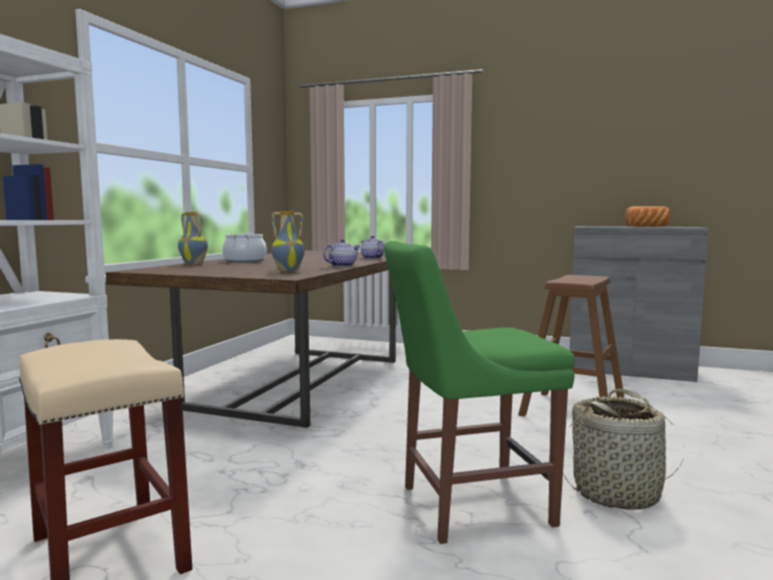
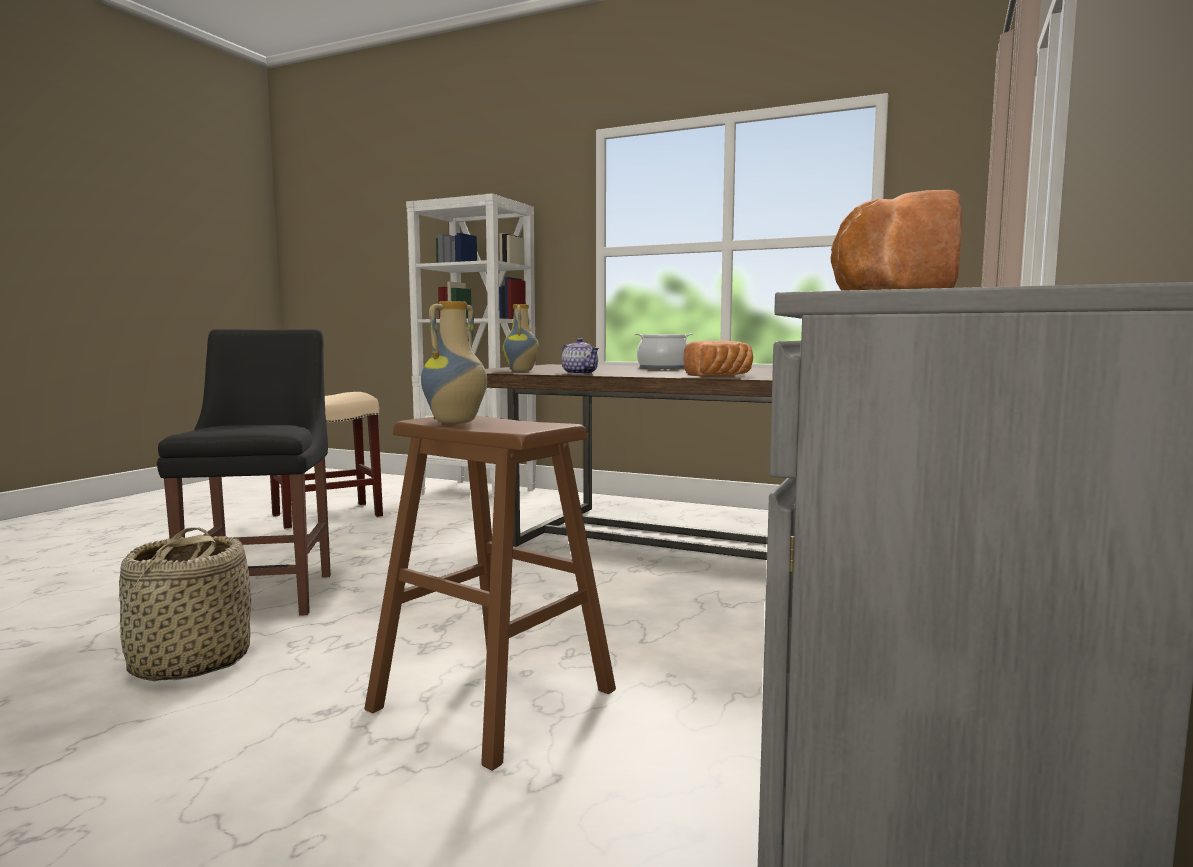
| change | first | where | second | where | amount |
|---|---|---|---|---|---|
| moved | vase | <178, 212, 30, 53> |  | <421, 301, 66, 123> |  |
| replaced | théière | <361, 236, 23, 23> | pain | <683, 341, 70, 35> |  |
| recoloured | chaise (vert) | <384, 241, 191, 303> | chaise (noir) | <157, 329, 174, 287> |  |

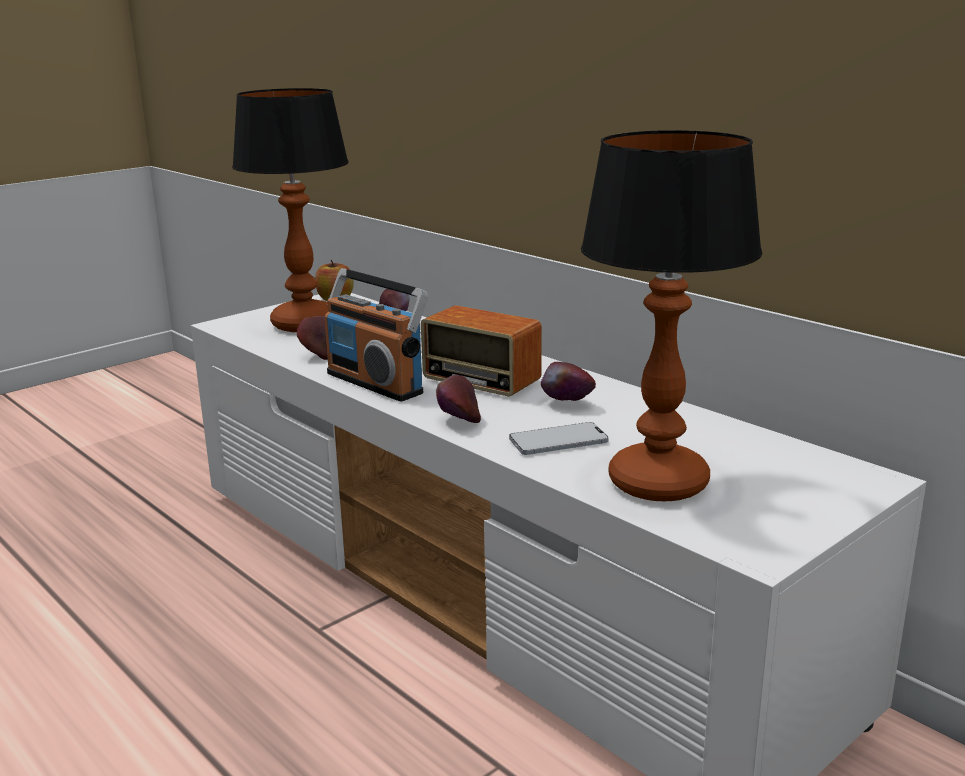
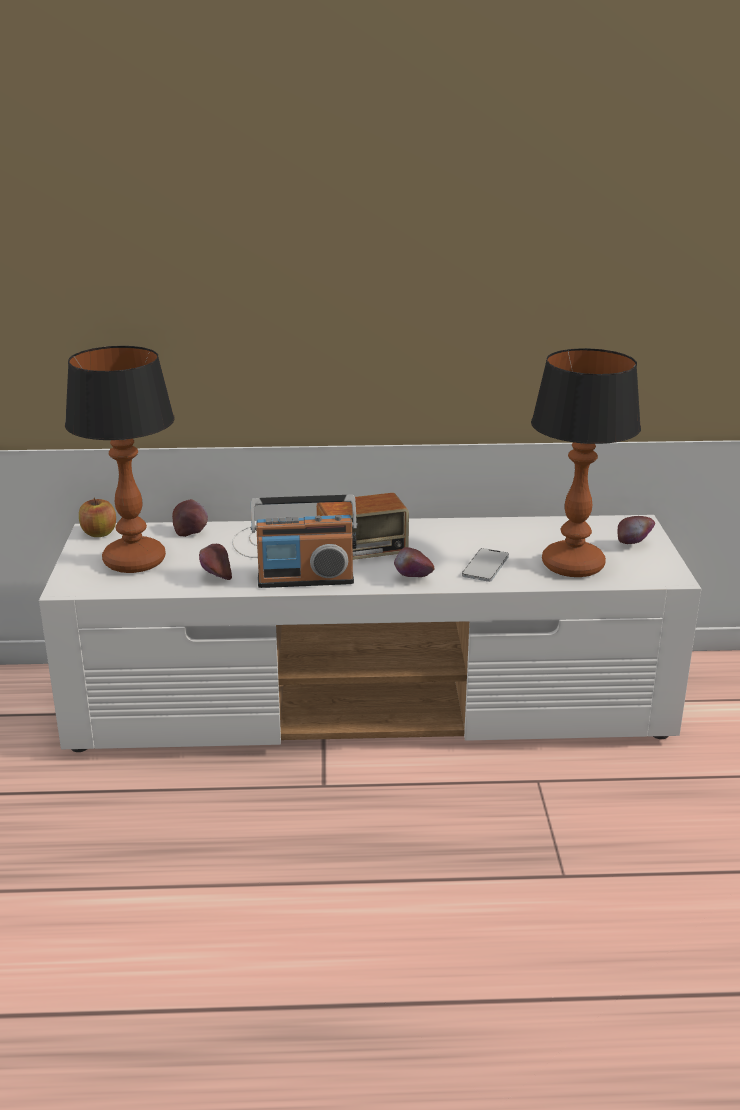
| change | first | where | second | where | amount |
|---|---|---|---|---|---|
| moved | pomme | <541, 362, 55, 39> |  | <618, 516, 37, 28> |  |

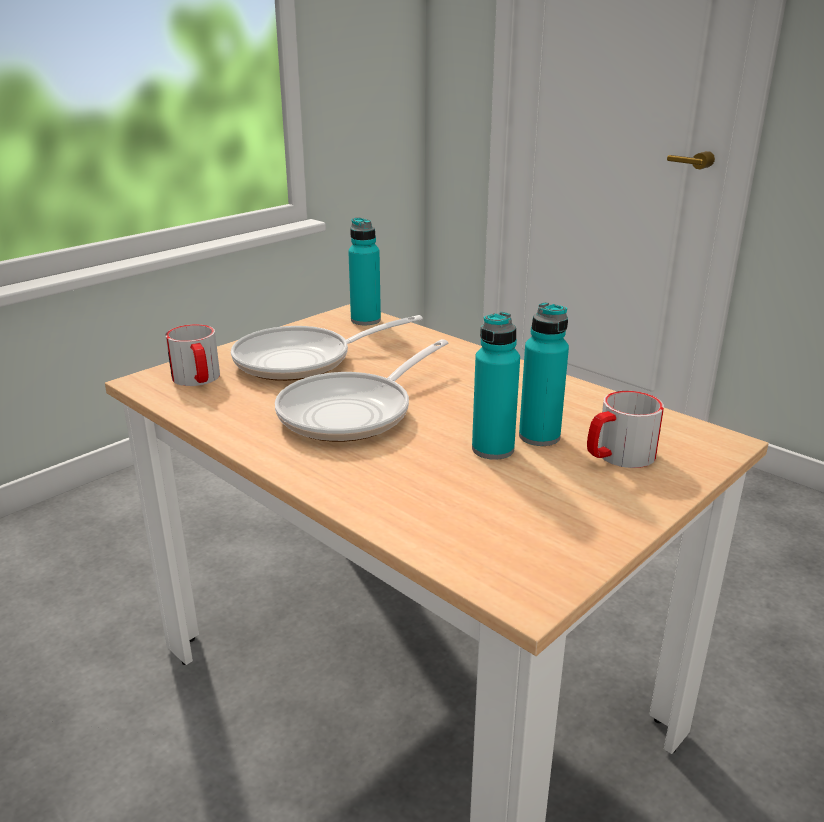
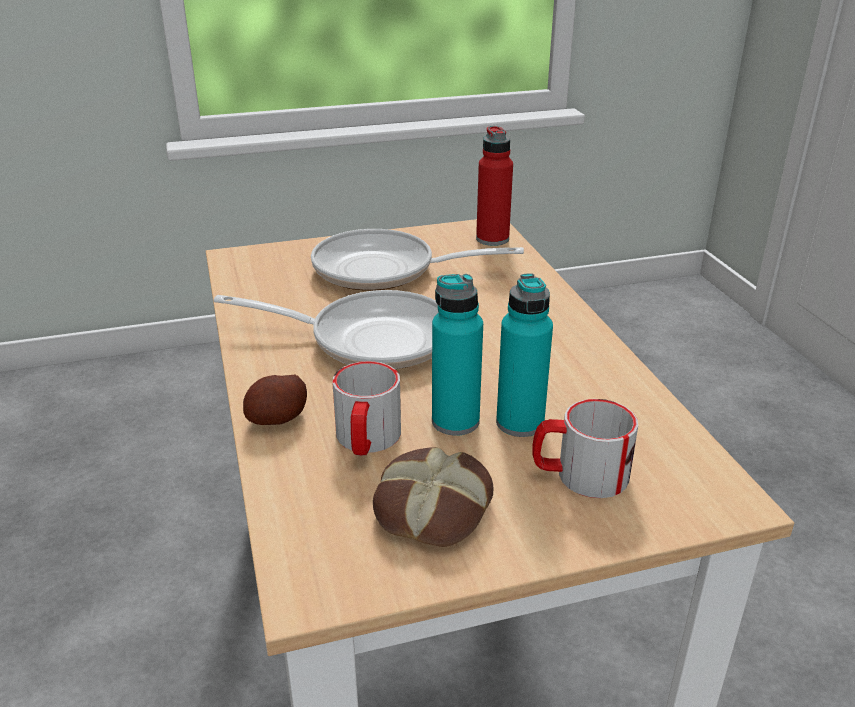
| change | first | where | second | where | amount |
|---|---|---|---|---|---|
| moved | mug | <166, 324, 54, 62> |  | <333, 361, 68, 95> |  |
| turned | poêle | <275, 339, 173, 103> |  | <214, 290, 225, 79> | 150 degrees counterclockwise |
| recoloured | bouteille (turquoise) | <348, 217, 33, 108> | bouteille (rouge) | <476, 126, 37, 120> |  |
| added |  |  | pomme de terre | <243, 375, 64, 50> |  |
| added |  |  | pain | <373, 447, 120, 100> |  |

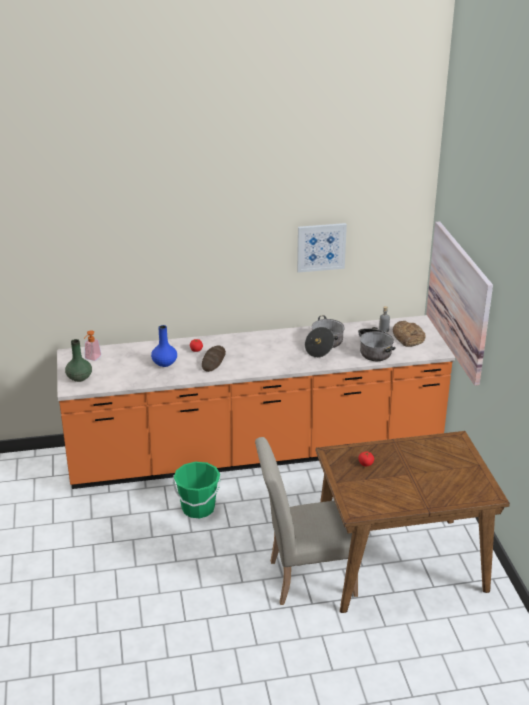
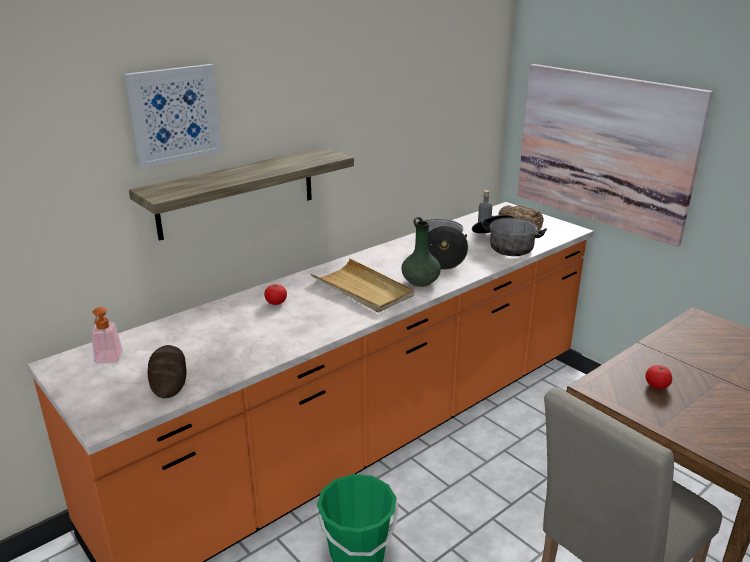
| change | first | where | second | where | amount |
|---|---|---|---|---|---|
| moved | vase (vert) | <65, 339, 27, 43> |  | <401, 221, 40, 66> |  |
| removed | vase (bleu) | <151, 325, 26, 42> |  |  |  |
| moved | pain | <202, 346, 24, 26> |  | <148, 345, 39, 53> |  |
| moved | tableau | <297, 223, 50, 50> |  | <124, 64, 98, 104> |  |
| added |  |  | étagère | <129, 147, 225, 94> |  |
| added |  |  | plateau (beige) | <311, 258, 103, 55> |  |

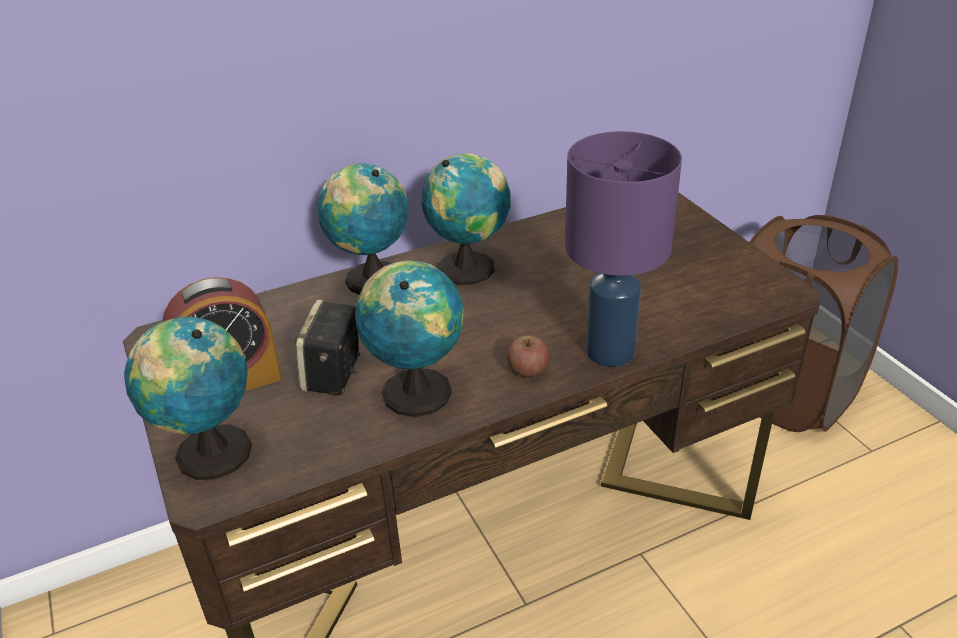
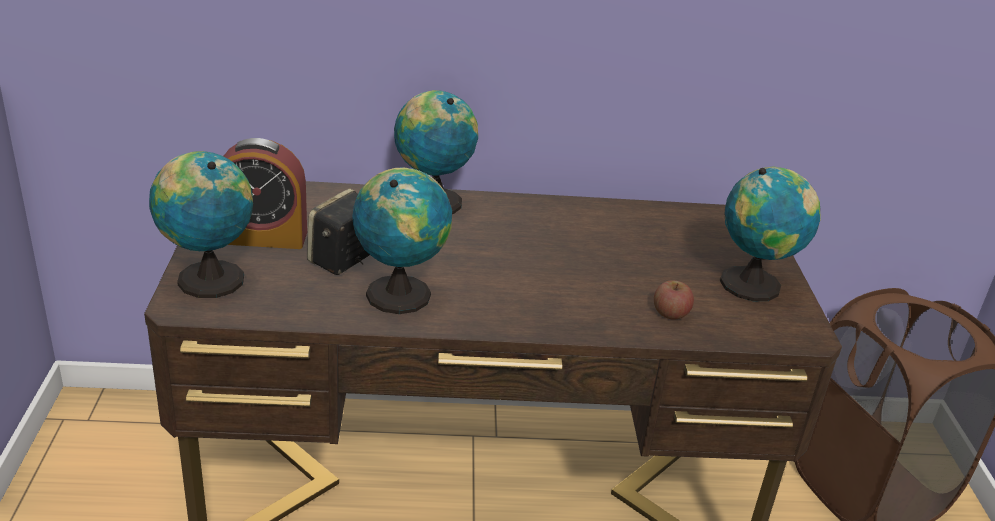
| change | first | where | second | where | amount |
|---|---|---|---|---|---|
| moved | globe | <421, 153, 89, 132> |  | <720, 166, 101, 135> |  |
| moved | pomme | <507, 335, 42, 42> |  | <654, 281, 40, 39> |  |
| removed | lampe de table (violet) | <565, 131, 117, 236> |  |  |  |

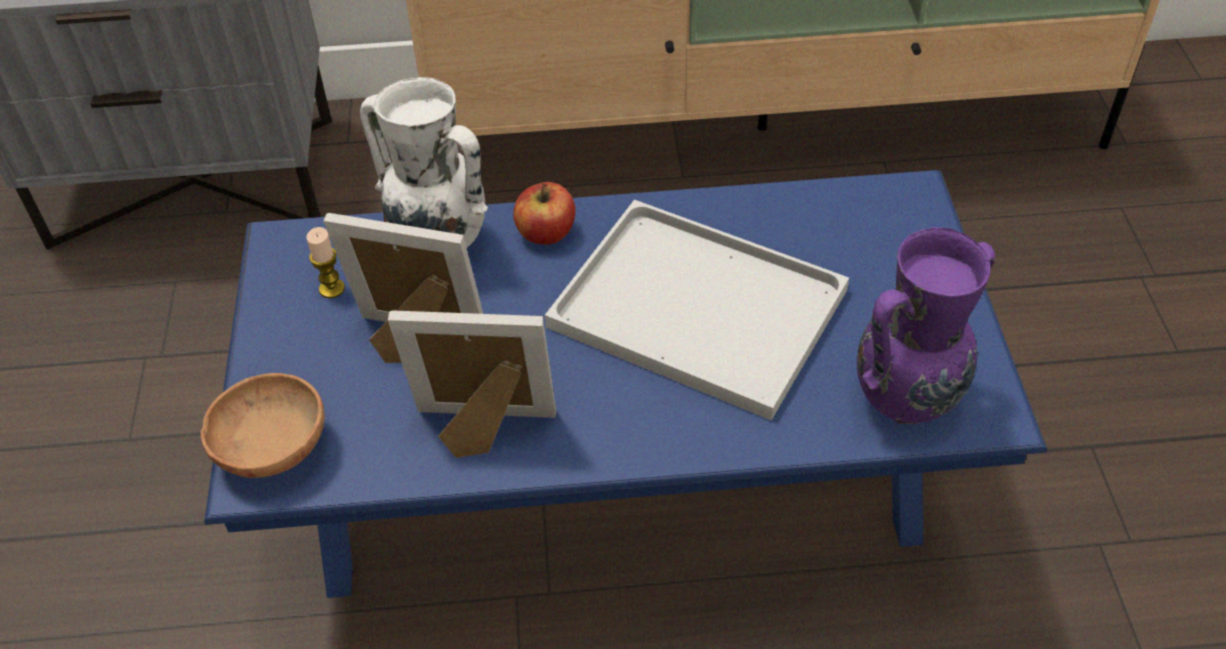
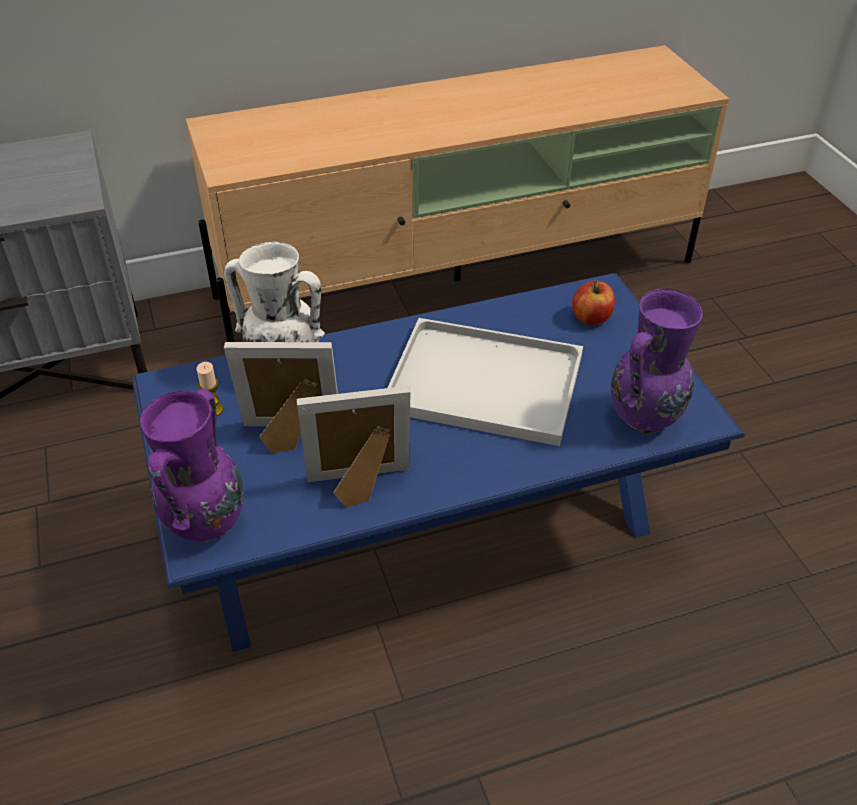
| change | first | where | second | where | amount |
|---|---|---|---|---|---|
| replaced | bol (marron) | <201, 373, 123, 105> | vase (violet) | <140, 389, 104, 153> |  |
| moved | pomme | <513, 182, 63, 63> |  | <572, 281, 43, 44> |  |

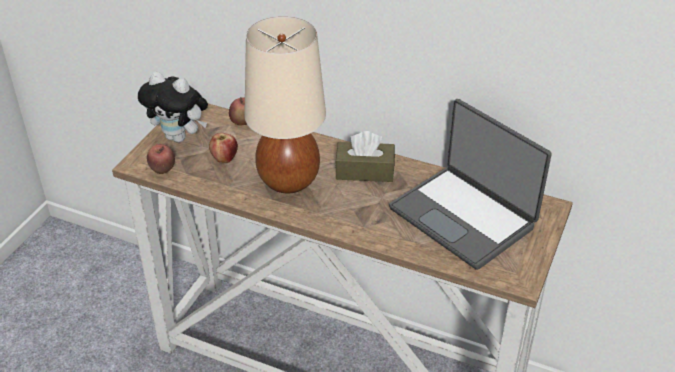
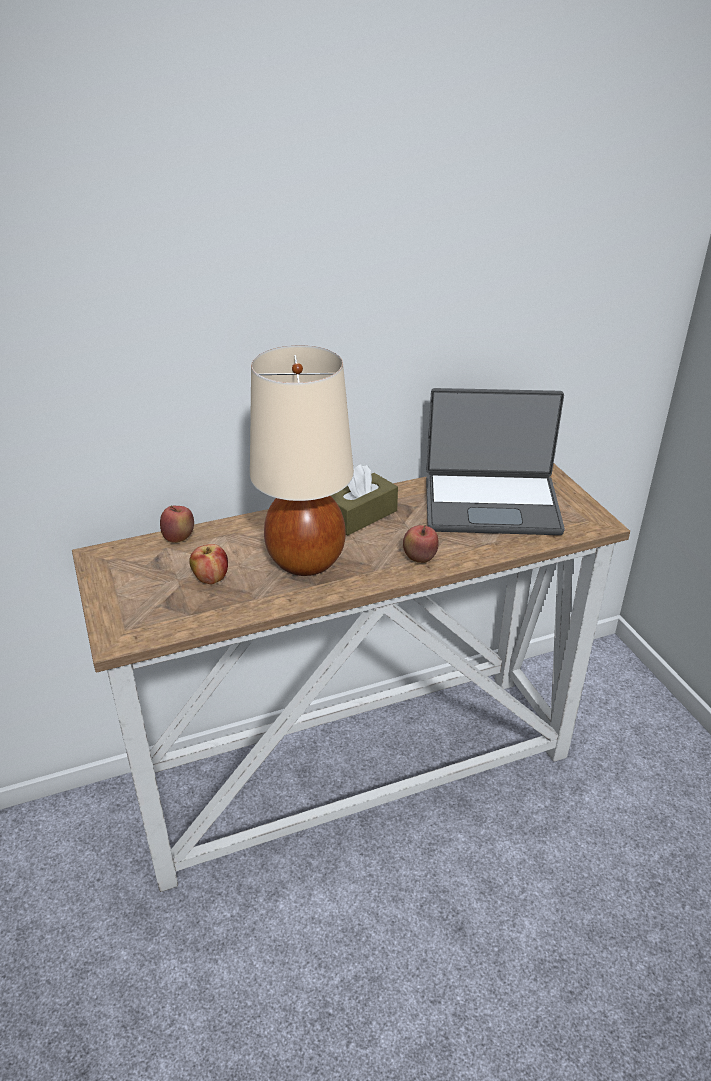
| change | first | where | second | where | amount |
|---|---|---|---|---|---|
| removed | peluche | <138, 72, 70, 71> |  |  |  |
| moved | pomme | <147, 144, 28, 30> |  | <403, 525, 36, 38> |  |

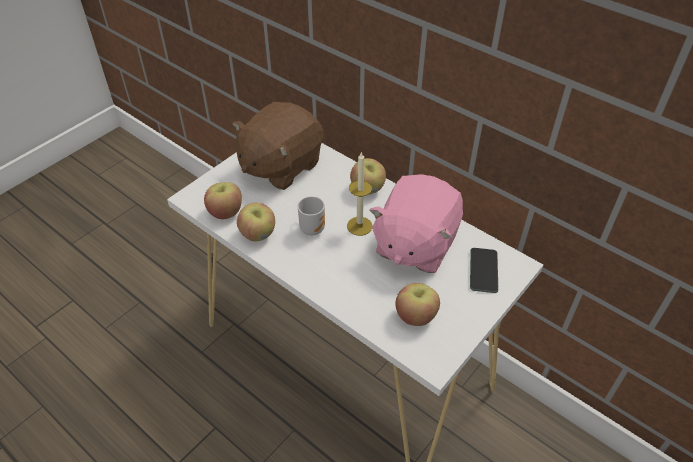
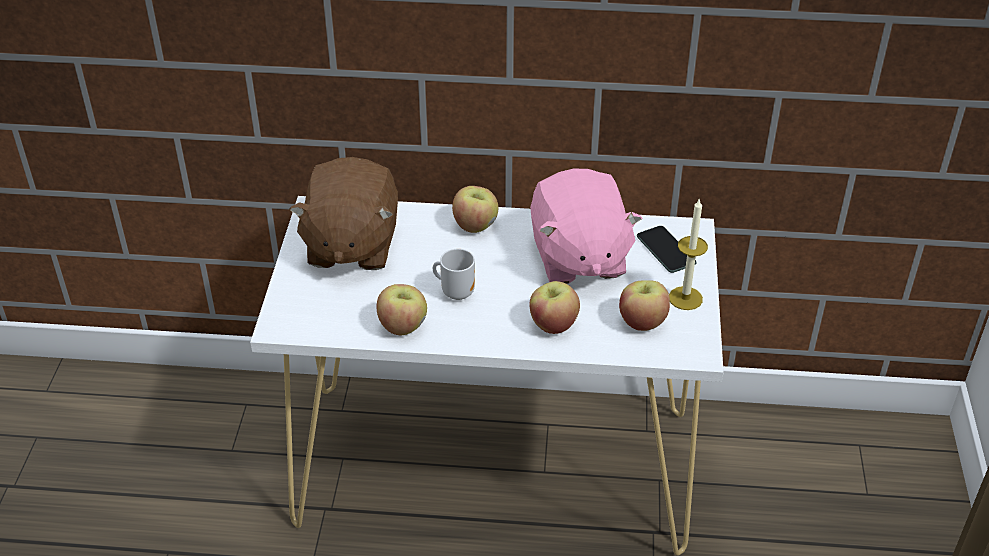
| change | first | where | second | where | amount |
|---|---|---|---|---|---|
| moved | pomme | <204, 182, 38, 37> |  | <529, 281, 51, 53> |  |
| moved | bougie | <347, 151, 25, 85> |  | <669, 198, 39, 112> |  |

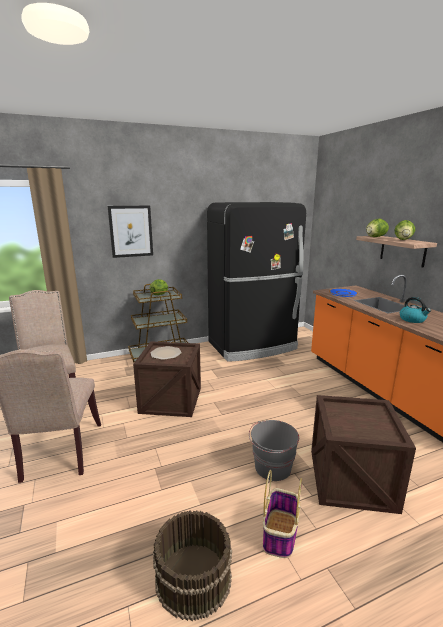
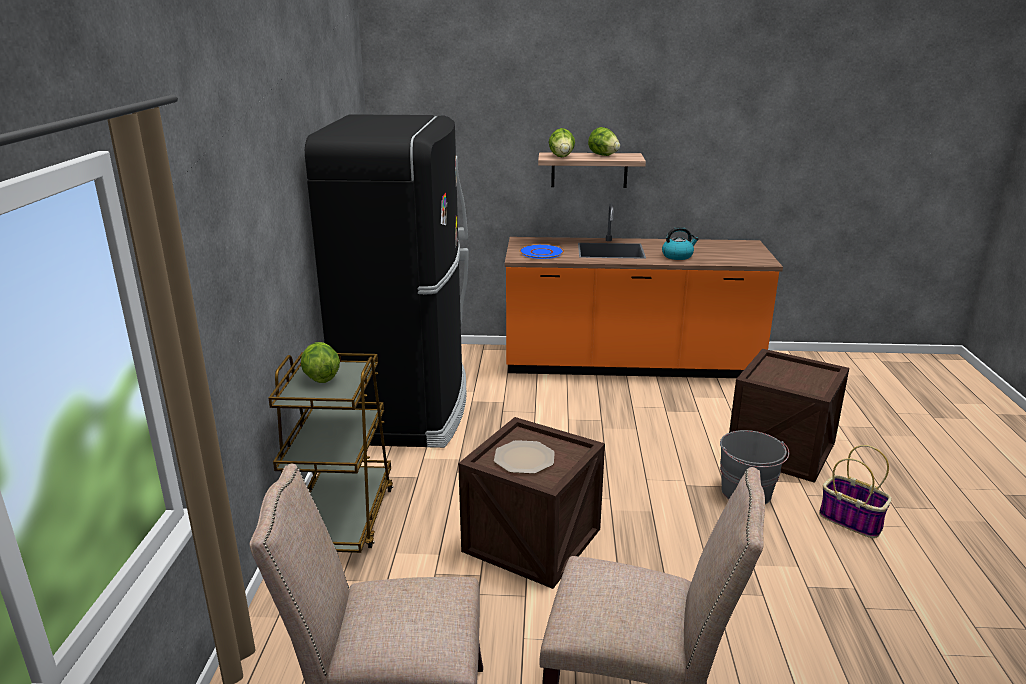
| change | first | where | second | where | amount |
|---|---|---|---|---|---|
| removed | tableau | <108, 205, 45, 53> |  |  |  |
| removed | seau (marron) | <153, 510, 79, 111> |  |  |  |

